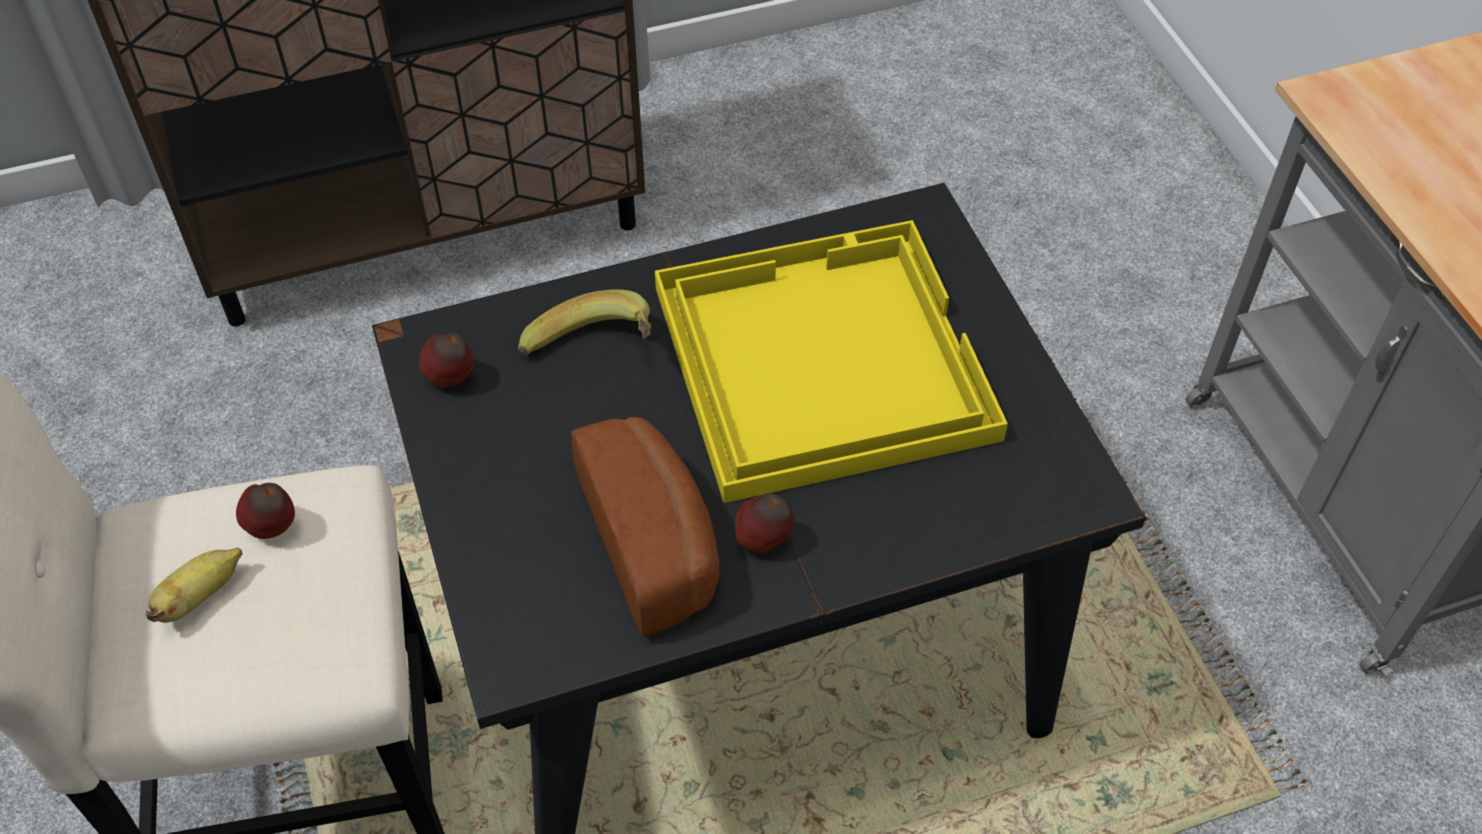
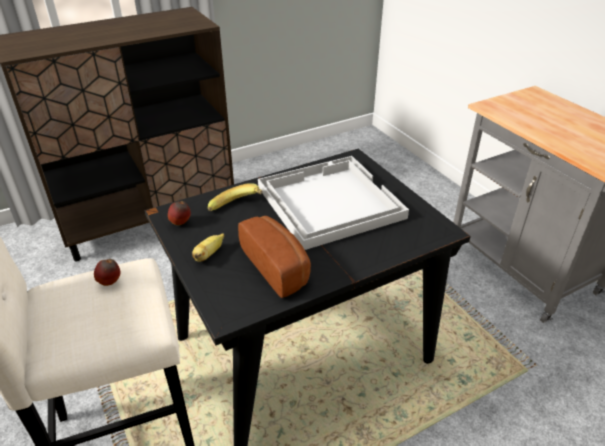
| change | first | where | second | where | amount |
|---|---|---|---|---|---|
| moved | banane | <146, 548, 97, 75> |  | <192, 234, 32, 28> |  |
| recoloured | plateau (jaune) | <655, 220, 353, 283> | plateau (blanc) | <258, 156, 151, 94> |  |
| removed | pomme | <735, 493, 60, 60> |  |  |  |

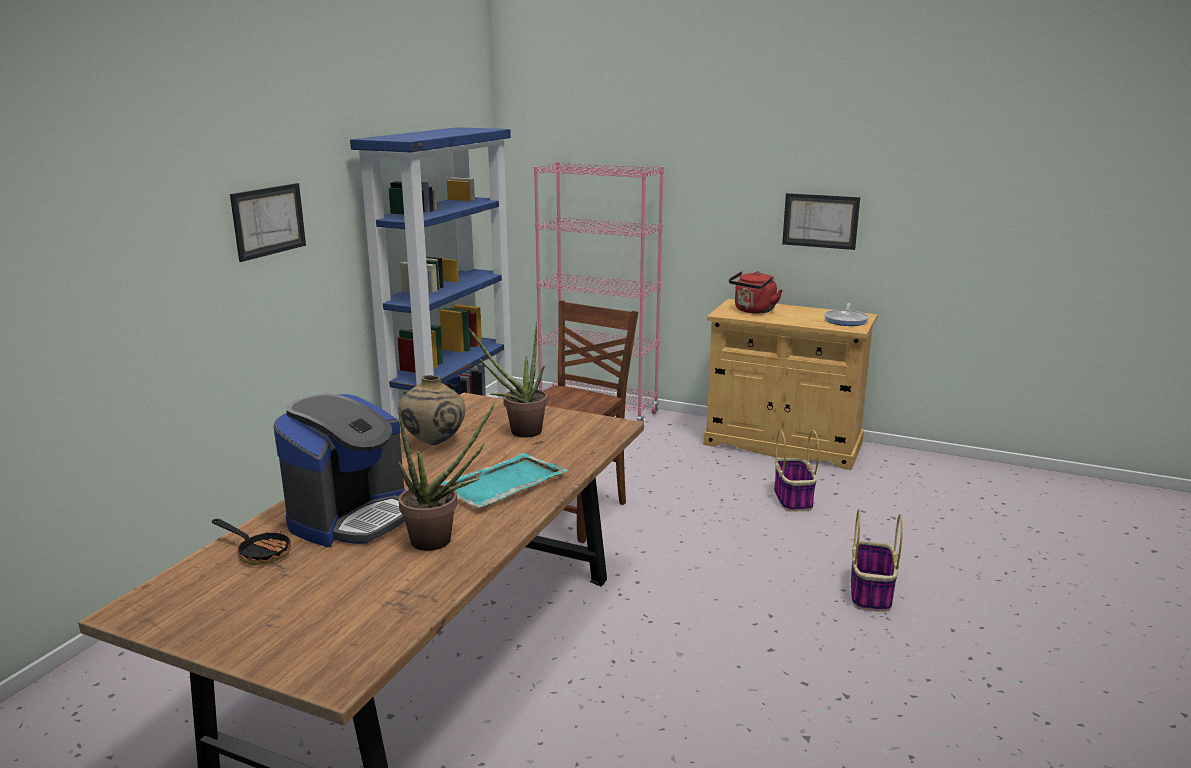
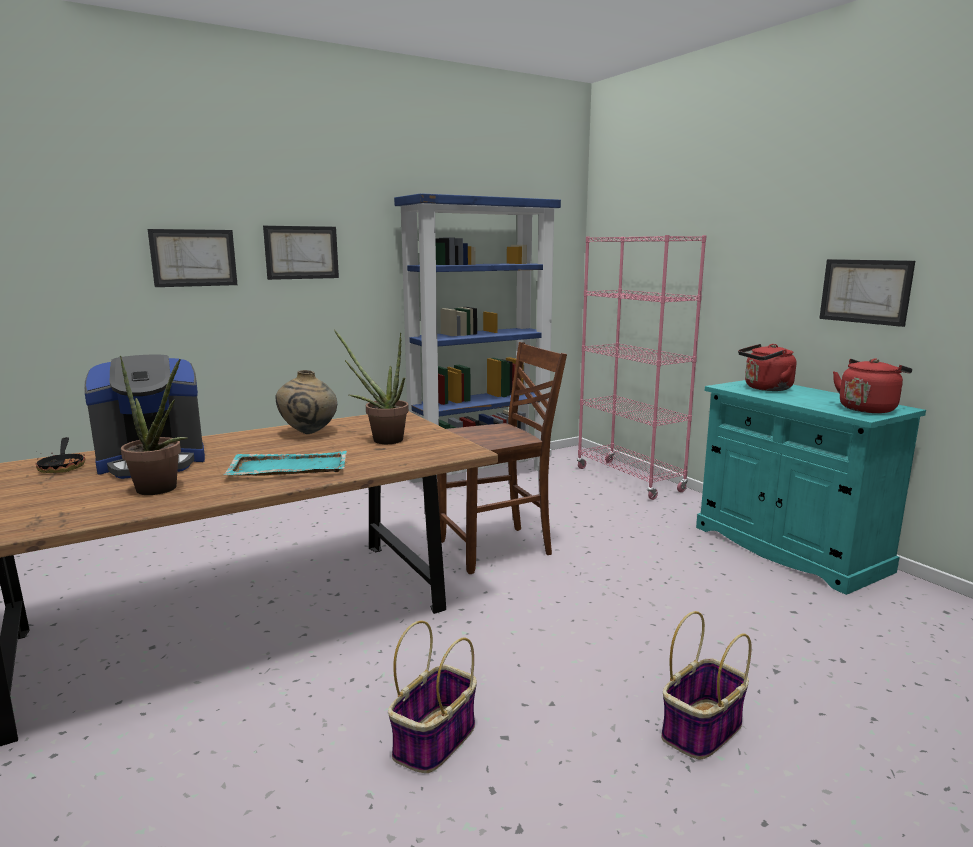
| change | first | where | second | where | amount |
|---|---|---|---|---|---|
| recoloured | meuble de rangement (beige) | <703, 299, 175, 171> | meuble de rangement (turquoise) | <696, 380, 230, 215> |  |
| moved | panier | <774, 430, 45, 82> |  | <388, 621, 89, 152> |  |
| replaced | poêle | <824, 303, 45, 23> | bouilloire (rouge) | <833, 359, 79, 54> |  |
| added |  |  | tableau | <148, 229, 89, 58> |  |

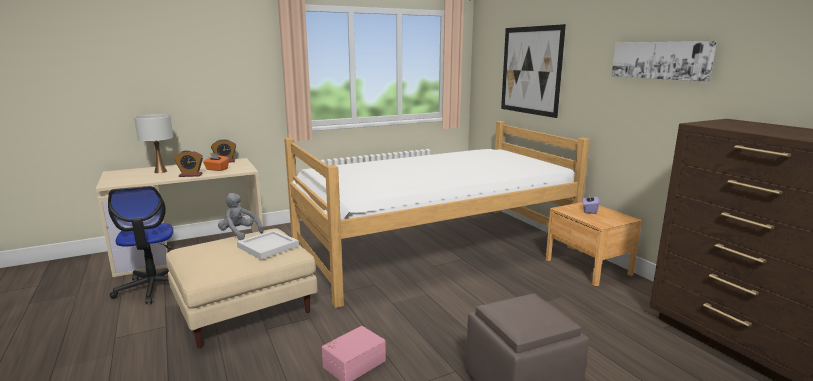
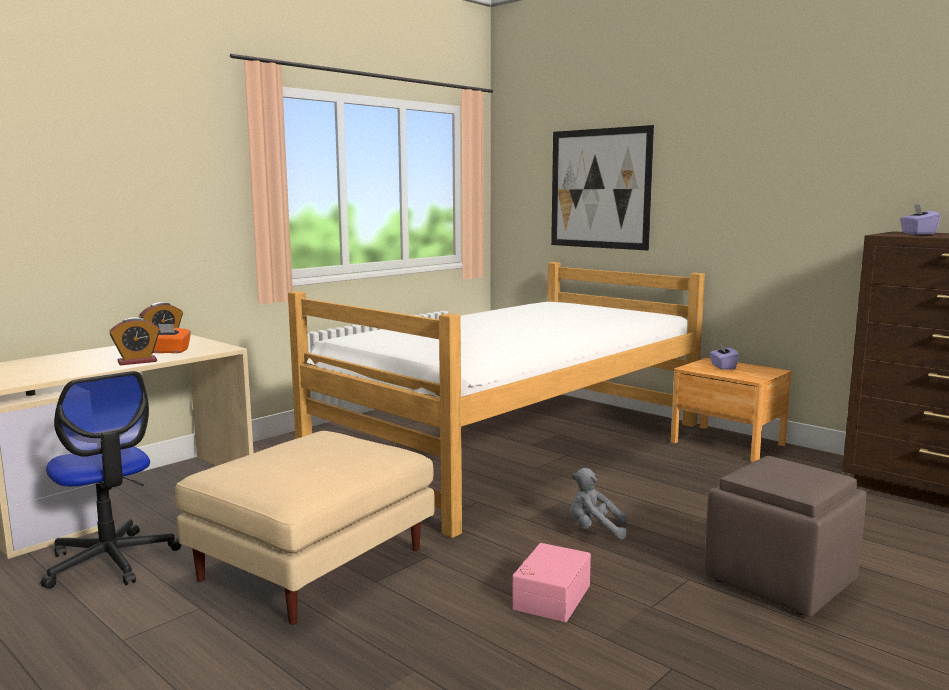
| change | first | where | second | where | amount |
|---|---|---|---|---|---|
| removed | lampe de table (blanc) | <134, 114, 39, 59> |  |  |  |
| moved | peluche (gris) | <218, 193, 46, 47> |  | <570, 468, 57, 72> |  |
| removed | plateau (blanc) | <237, 230, 62, 29> |  |  |  |
| removed | tableau | <612, 41, 105, 41> |  |  |  |
| added |  |  | boîte à mouchoirs (violet) | <900, 204, 41, 30> |  |

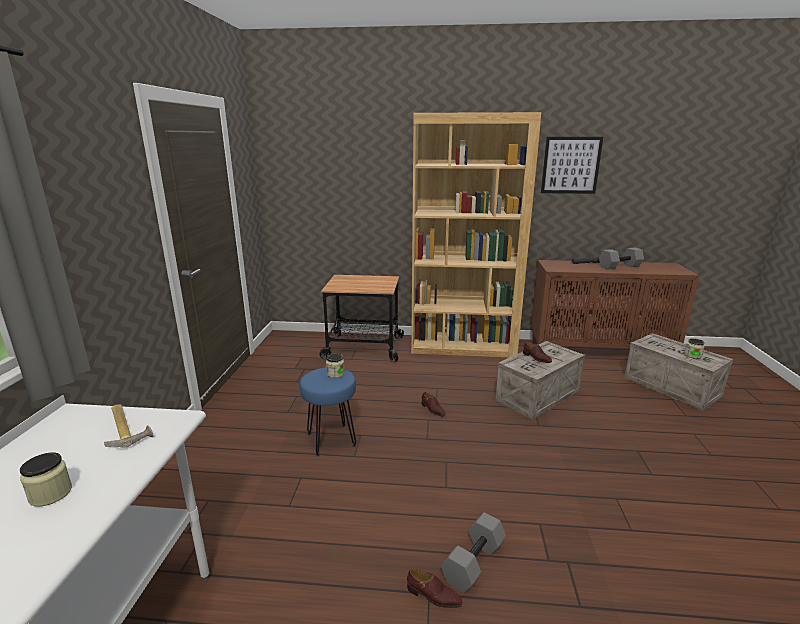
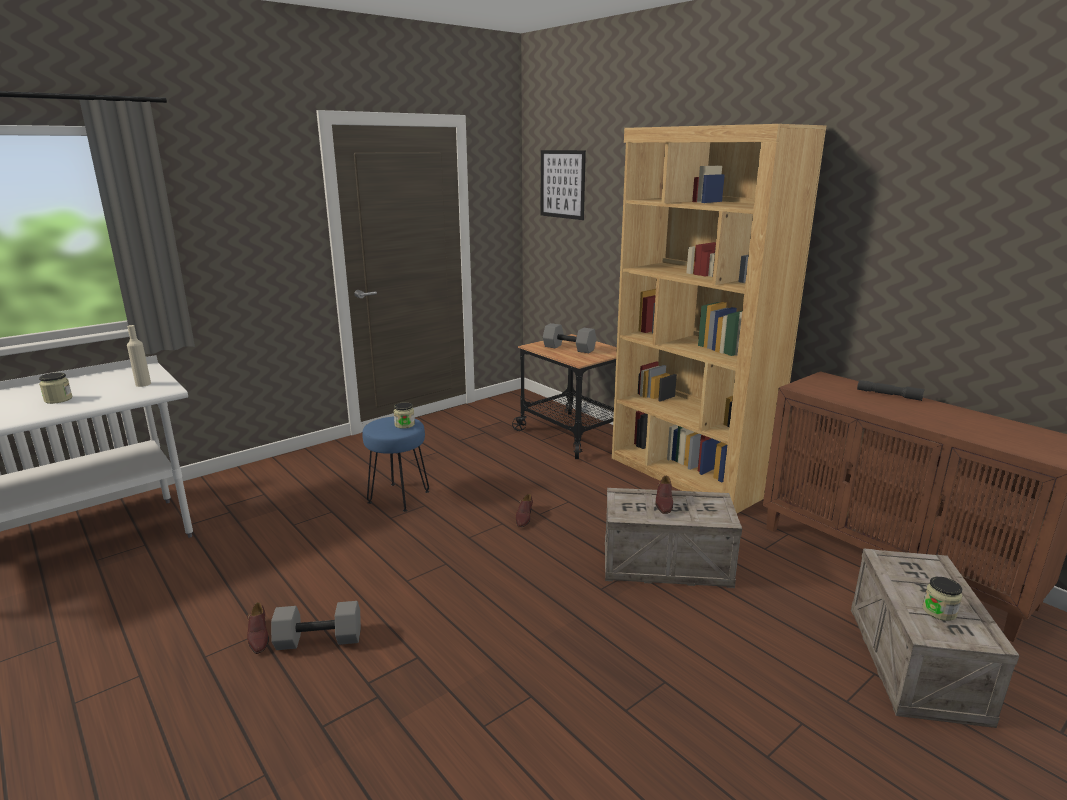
| change | first | where | second | where | amount |
|---|---|---|---|---|---|
| replaced | marteau | <104, 404, 50, 44> | bouteille (beige) | <127, 325, 24, 62> |  |
| moved | tableau | <541, 137, 62, 57> |  | <541, 150, 45, 70> |  |
| moved | haltère (gris) | <599, 248, 45, 21> |  | <543, 323, 53, 30> |  |

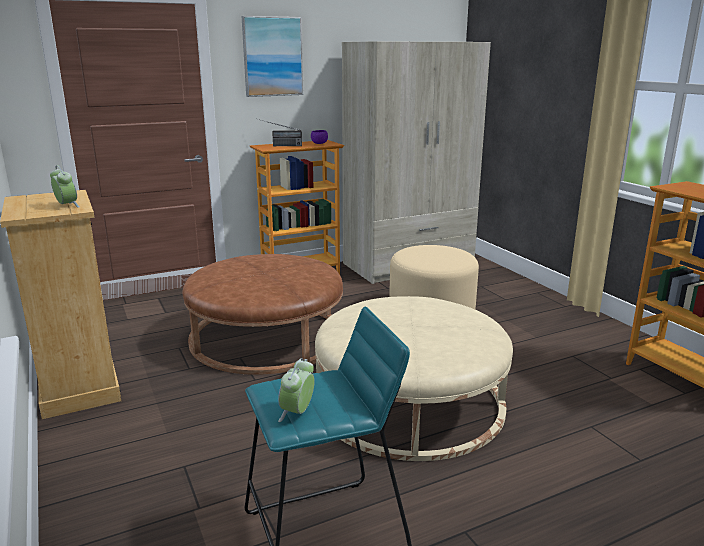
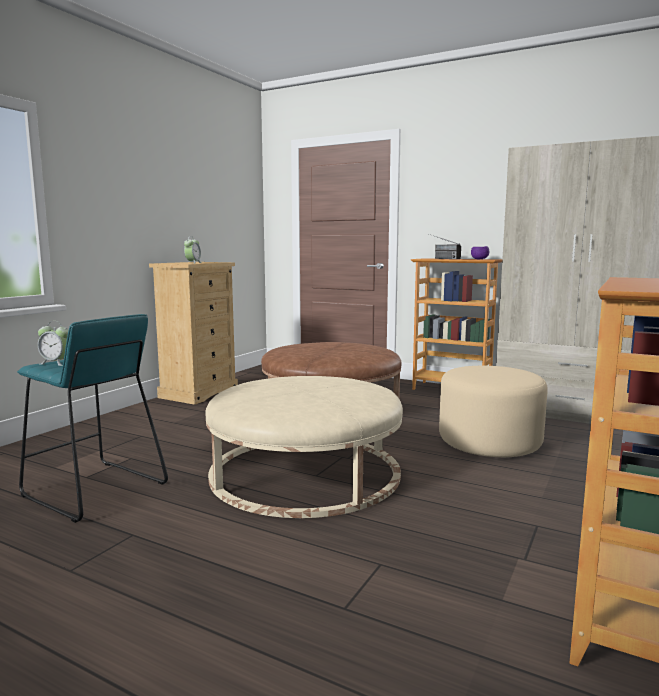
| change | first | where | second | where | amount |
|---|---|---|---|---|---|
| removed | tableau | <242, 16, 62, 81> |  |  |  |
| turned | réveil | <278, 358, 37, 64> |  | <38, 321, 31, 45> | 150 degrees counterclockwise |

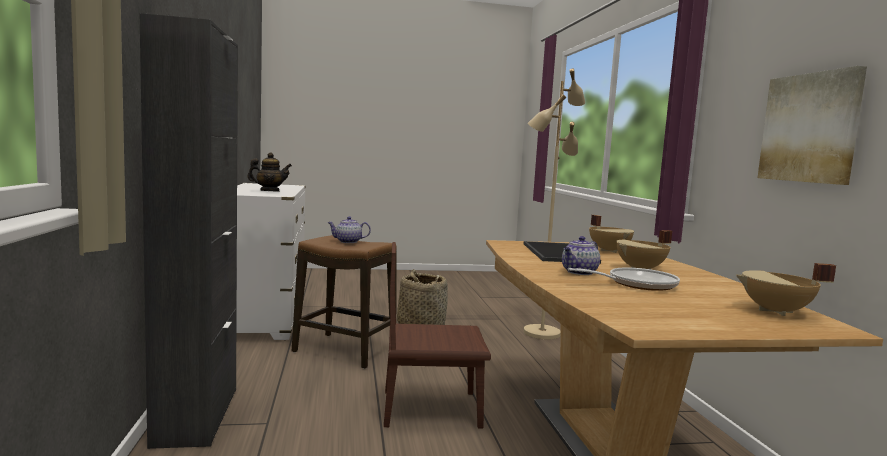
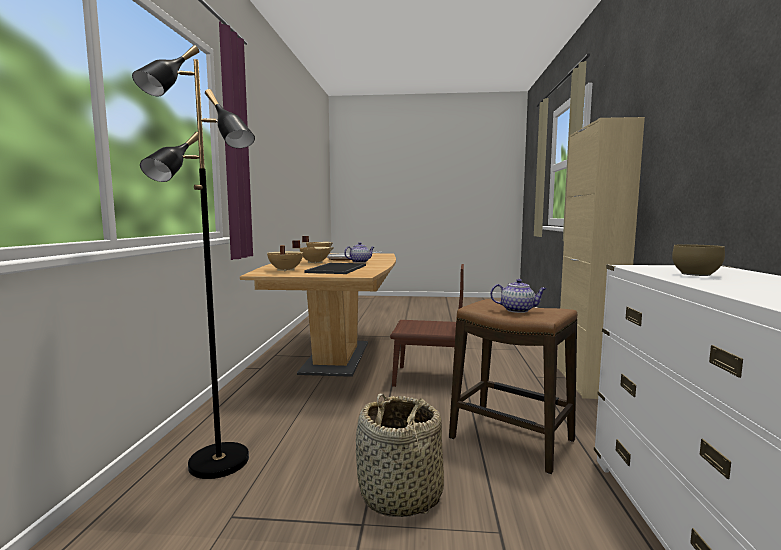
| change | first | where | second | where | amount |
|---|---|---|---|---|---|
| recoloured | meuble de rangement (noir) | <140, 13, 98, 436> | meuble de rangement (beige) | <557, 117, 88, 282> |  |
| replaced | théière | <247, 153, 45, 39> | bol (marron) | <672, 244, 53, 32> |  |
| recoloured | lampadaire (beige) | <524, 68, 61, 272> | lampadaire (noir) | <132, 45, 123, 434> |  |
| removed | tableau | <757, 66, 110, 119> |  |  |  |

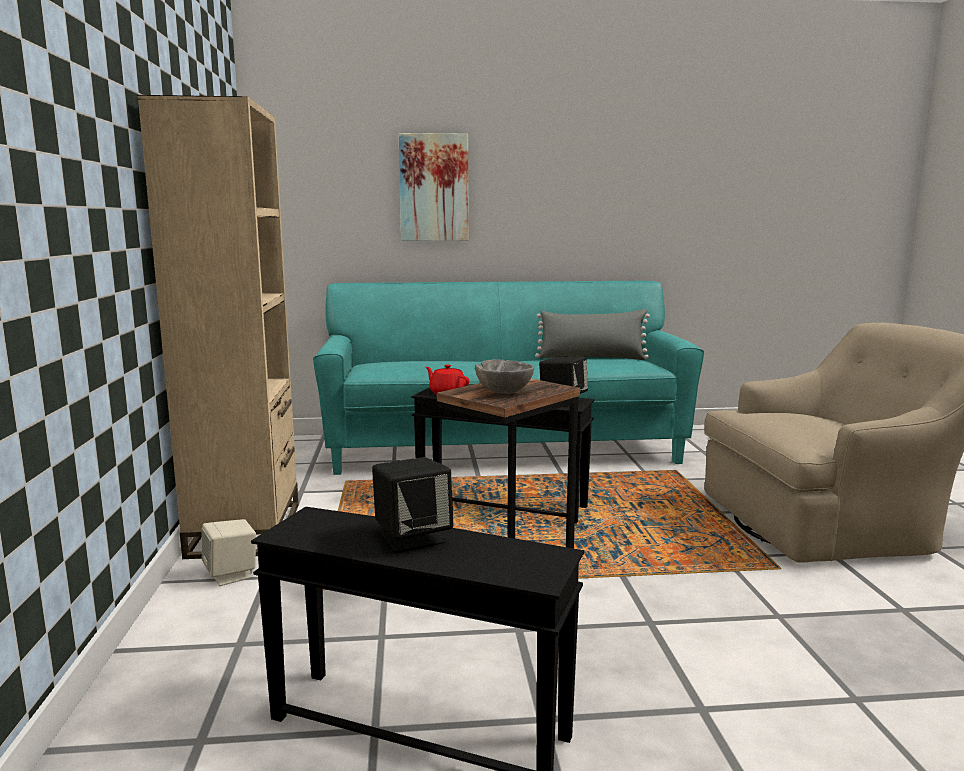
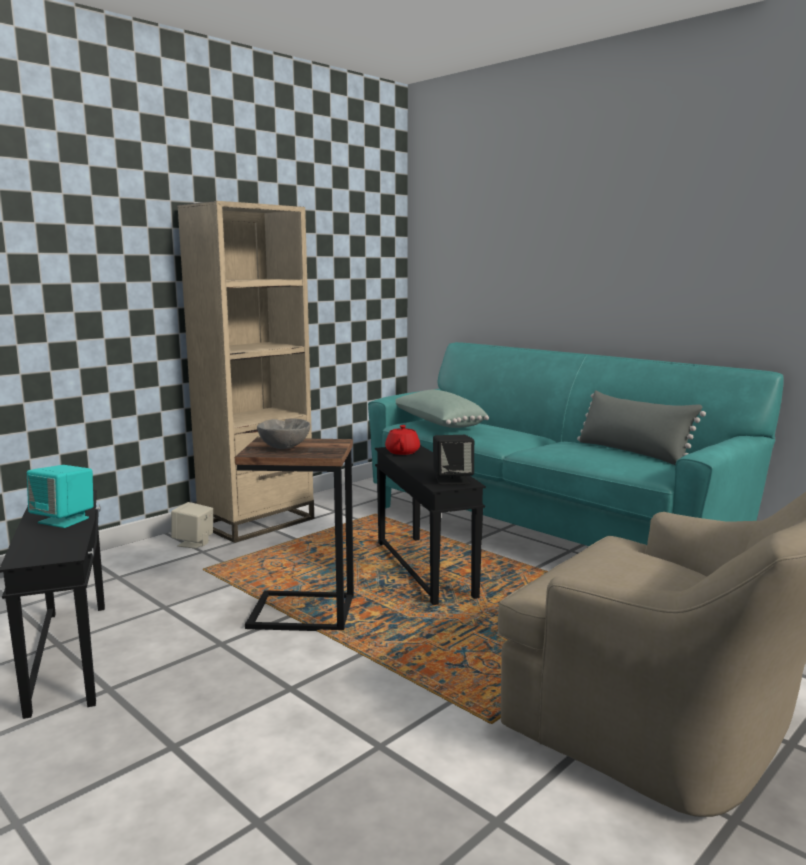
| change | first | where | second | where | amount |
|---|---|---|---|---|---|
| recoloured | enceinte (noir) | <372, 457, 81, 96> | enceinte (turquoise) | <27, 465, 67, 63> |  |
| removed | tableau | <399, 133, 70, 108> |  |  |  |
| added |  |  | coussin (vert) | <395, 390, 94, 38> |  |

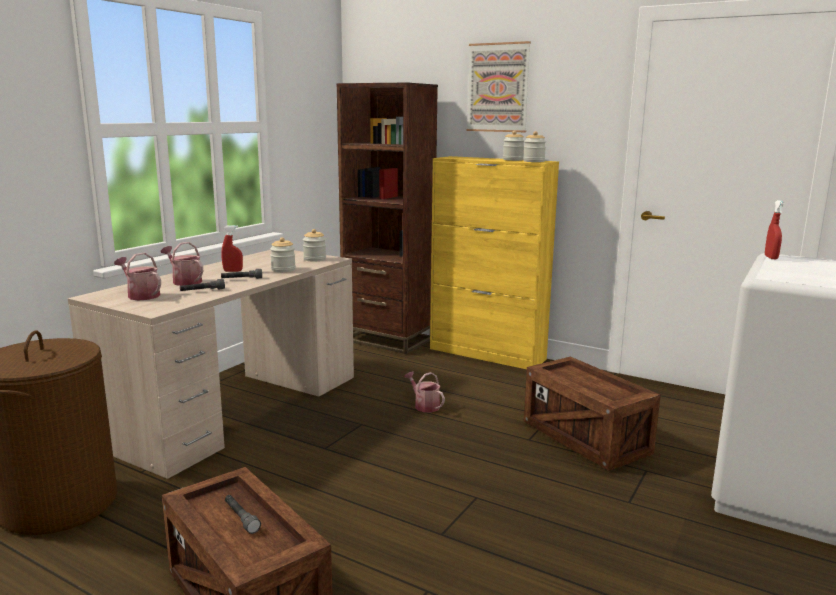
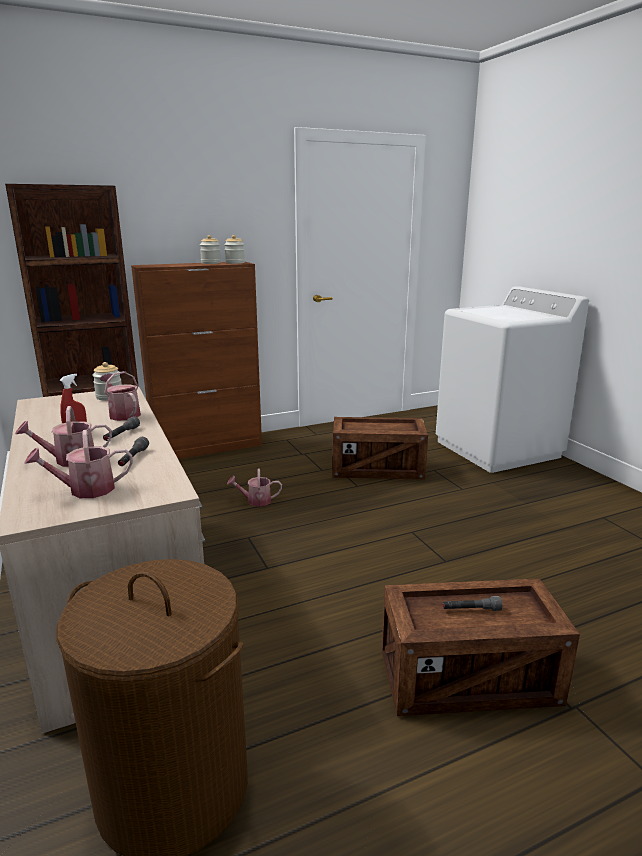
| change | first | where | second | where | amount |
|---|---|---|---|---|---|
| replaced | bocal | <270, 237, 26, 35> | arrosoir | <100, 371, 41, 50> |  |
| recoloured | meuble de rangement (jaune) | <430, 156, 129, 213> | meuble de rangement (marron) | <131, 262, 131, 197> |  |
| removed | tableau | <467, 41, 64, 91> |  |  |  |
| removed | vaporisateur (rouge) | <765, 200, 19, 59> |  |  |  |

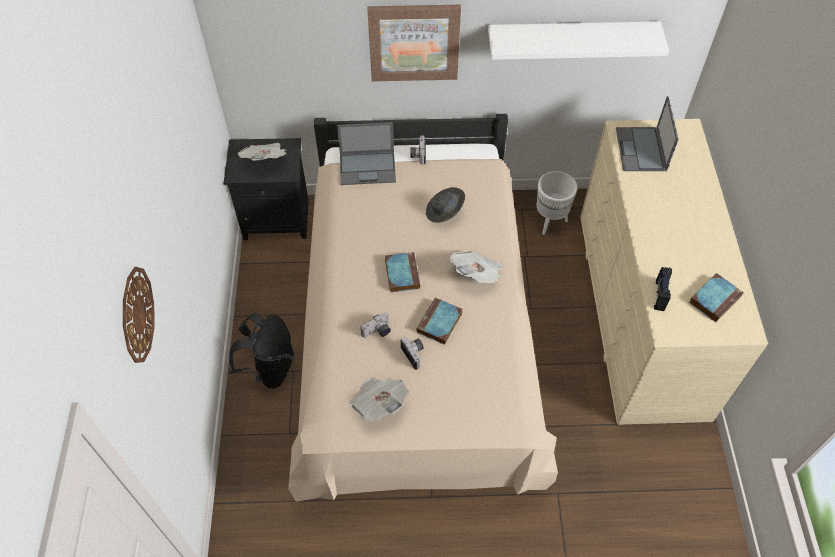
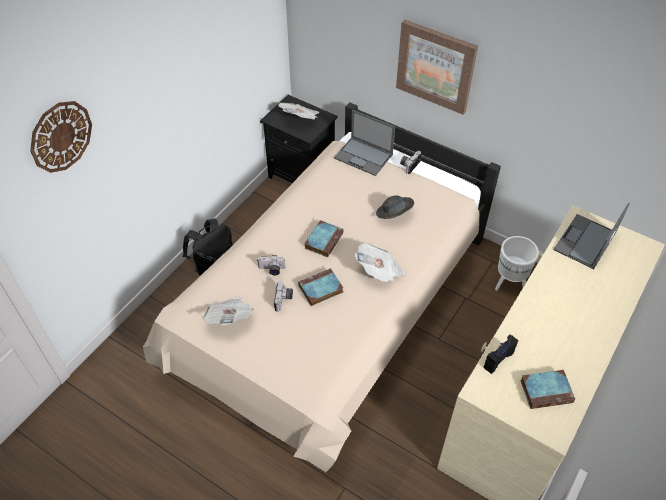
| change | first | where | second | where | amount |
|---|---|---|---|---|---|
| removed | étagère (blanc) | <488, 21, 181, 39> |  |  |  |

